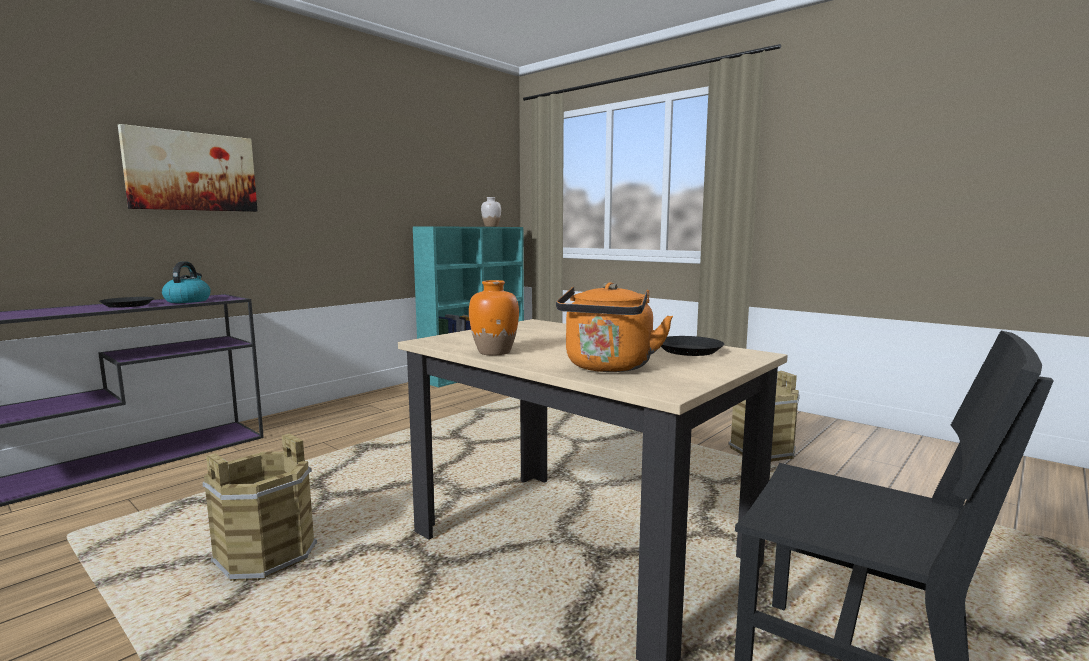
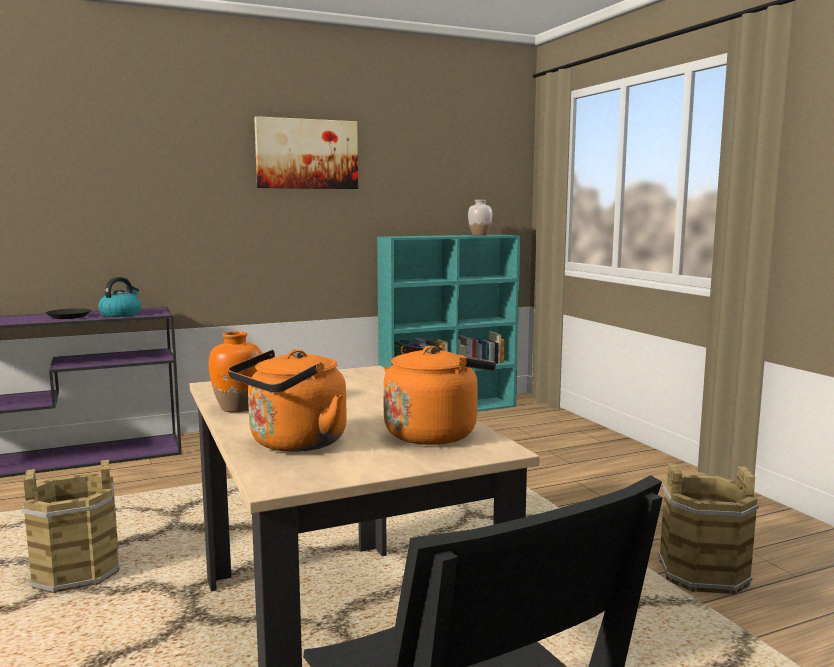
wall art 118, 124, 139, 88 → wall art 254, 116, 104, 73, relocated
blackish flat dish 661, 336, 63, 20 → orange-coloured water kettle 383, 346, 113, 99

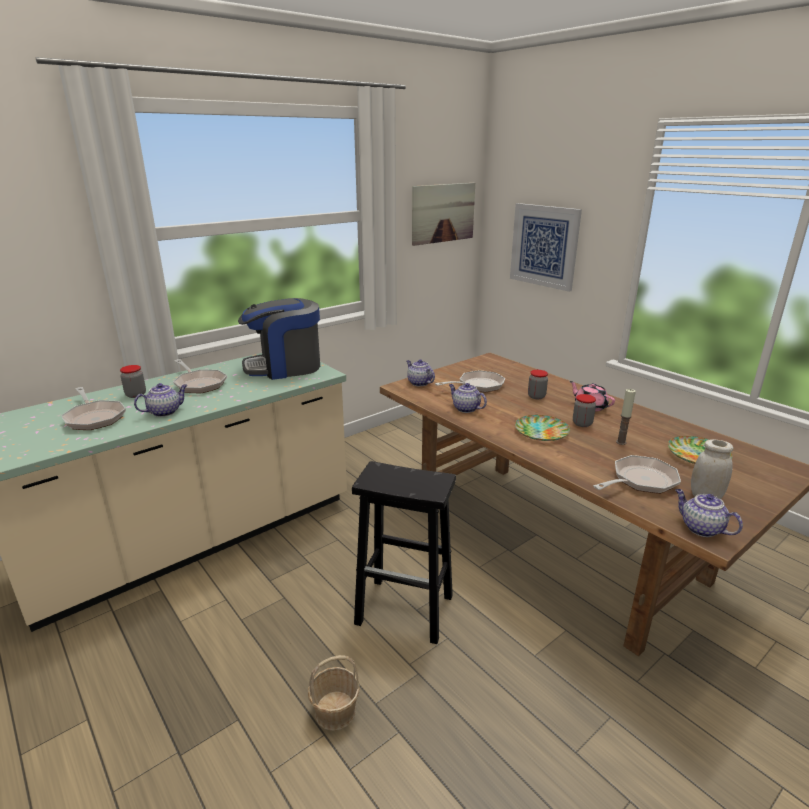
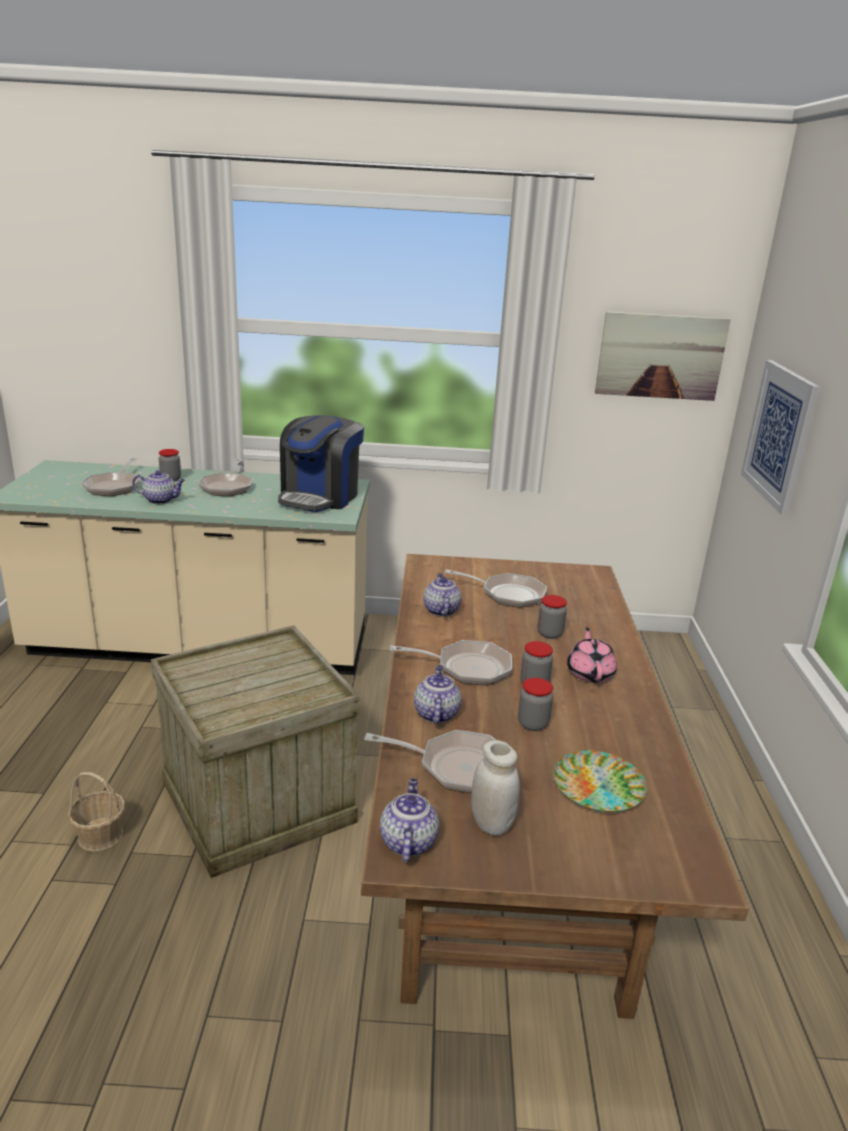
blackish stool seat 352, 461, 104, 183 → shipping crate 151, 626, 209, 252
coffee maker 238, 298, 82, 82 → coffee maker 278, 415, 86, 97, 90 degrees counterclockwise
flat dish 515, 415, 55, 26 → skillet 389, 640, 123, 45
tea pot 407, 359, 28, 27 → tea pot 414, 665, 47, 59, relocated
wax light 616, 389, 20, 56 → jar 518, 678, 35, 53

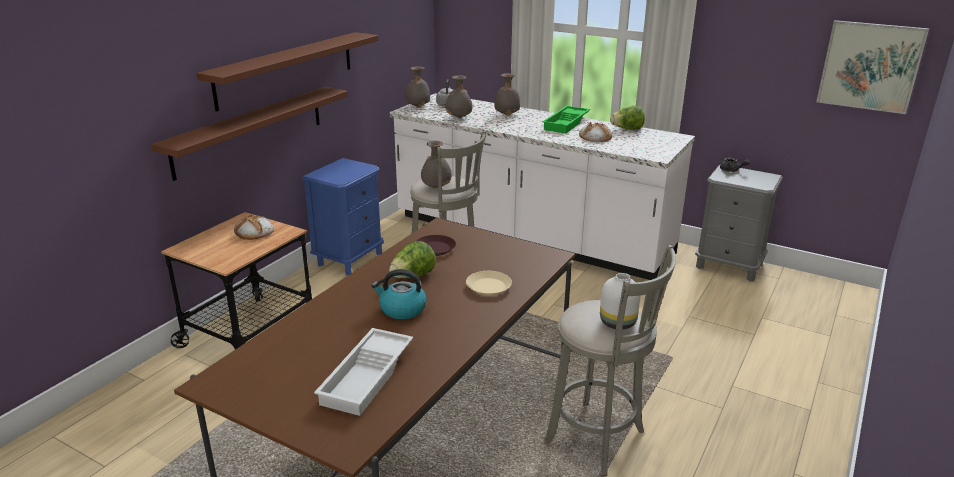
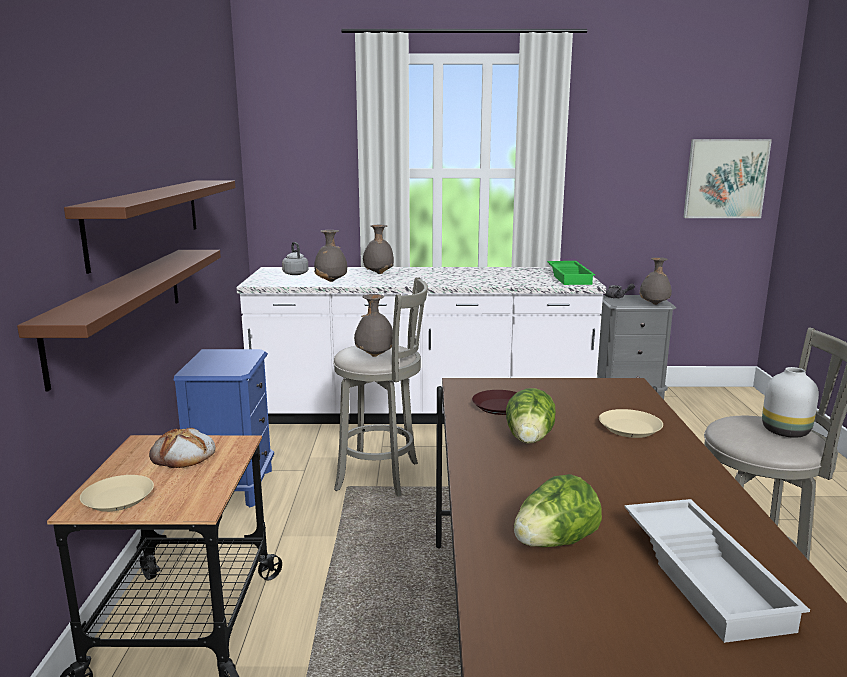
- → beige-coloured flat dish 80, 475, 74, 37
lettuce 610, 106, 35, 24 → lettuce 514, 474, 88, 73, relocated
green-coloured serving tray 542, 106, 48, 28 → green-coloured serving tray 547, 261, 48, 24, relocated
gray vase 405, 66, 25, 42 → gray vase 639, 257, 33, 48, relocated
water kettle 372, 269, 54, 50 → -
baked bread 579, 122, 33, 20 → -

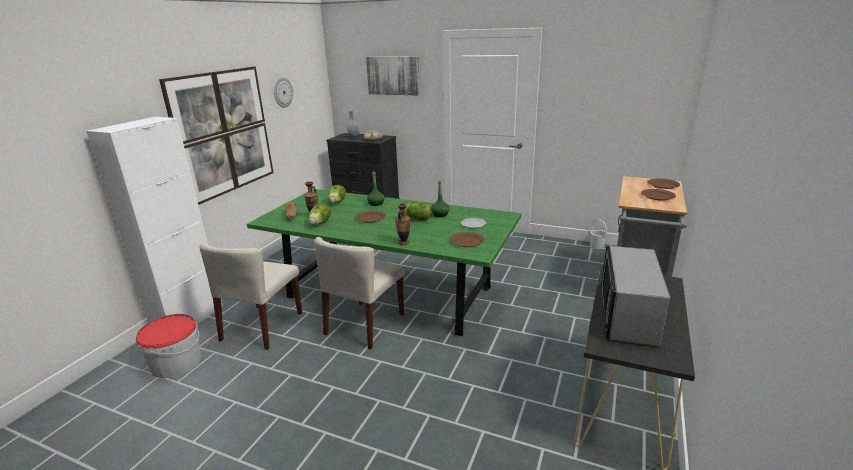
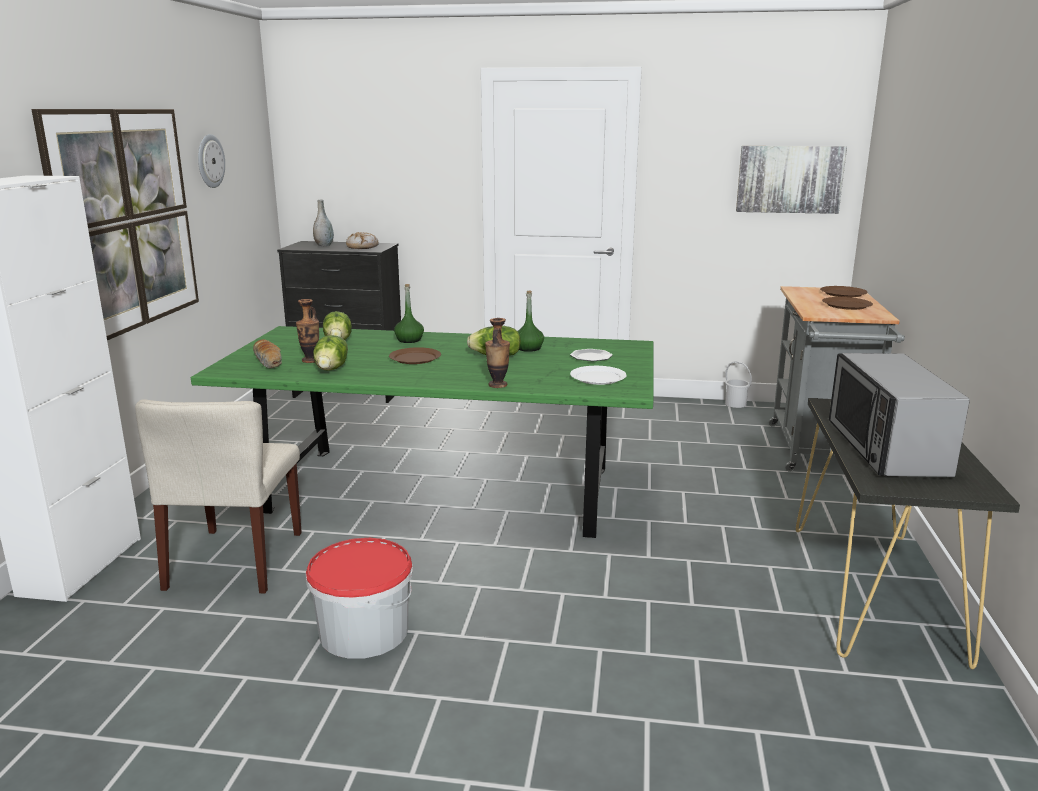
pail 136, 314, 65, 64 → pail 306, 538, 107, 121, relocated
brownish flat dish 450, 232, 35, 15 → whitish flat dish 570, 366, 57, 19
wall art 366, 56, 54, 40 → wall art 736, 146, 111, 68, relocated
beige-coloured chair 314, 237, 91, 112 → -

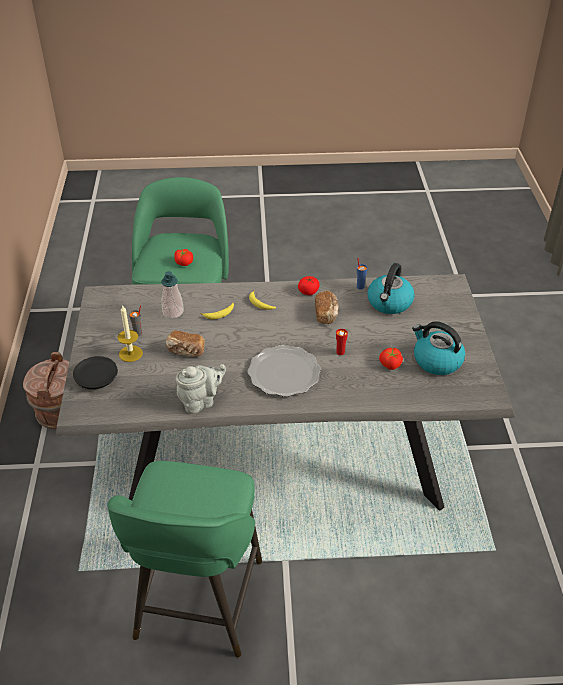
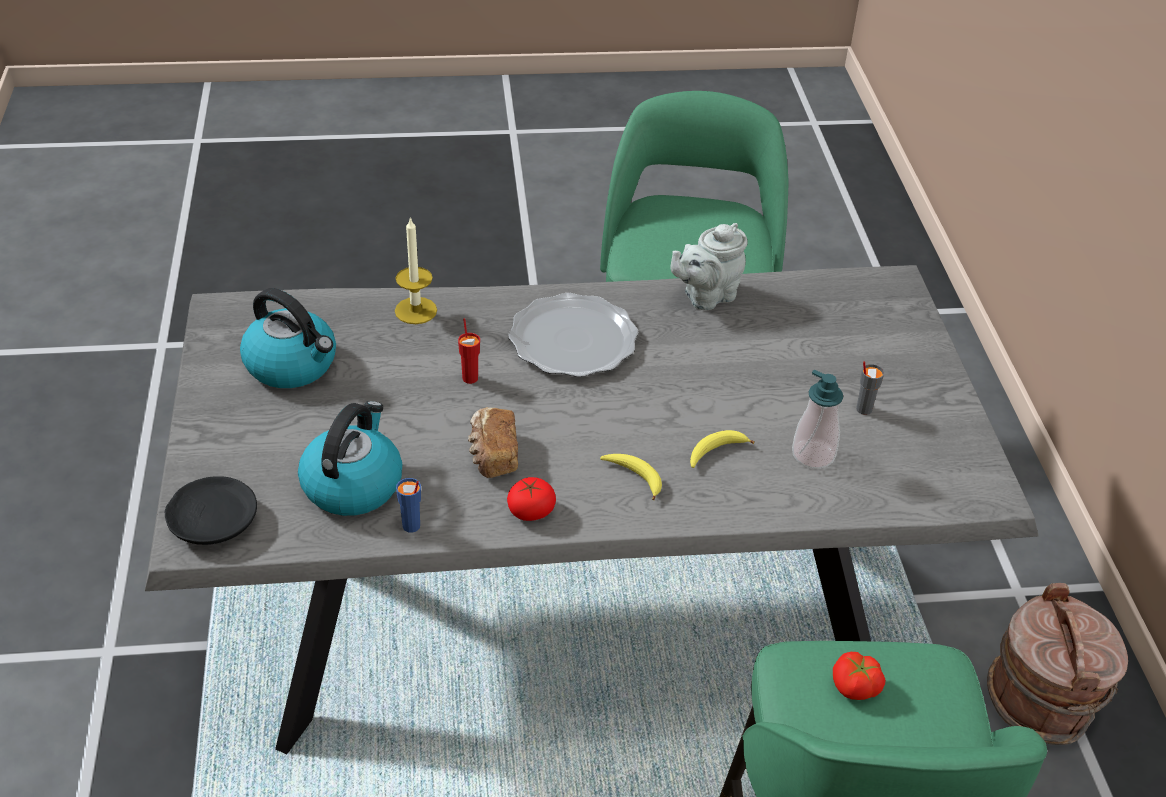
blackish flat dish 73, 356, 45, 33 → blackish flat dish 165, 476, 92, 69, relocated
wax light 118, 305, 25, 57 → wax light 395, 217, 42, 107, relocated
baked bread 166, 330, 39, 27 → -
whole tomato 379, 347, 24, 23 → -

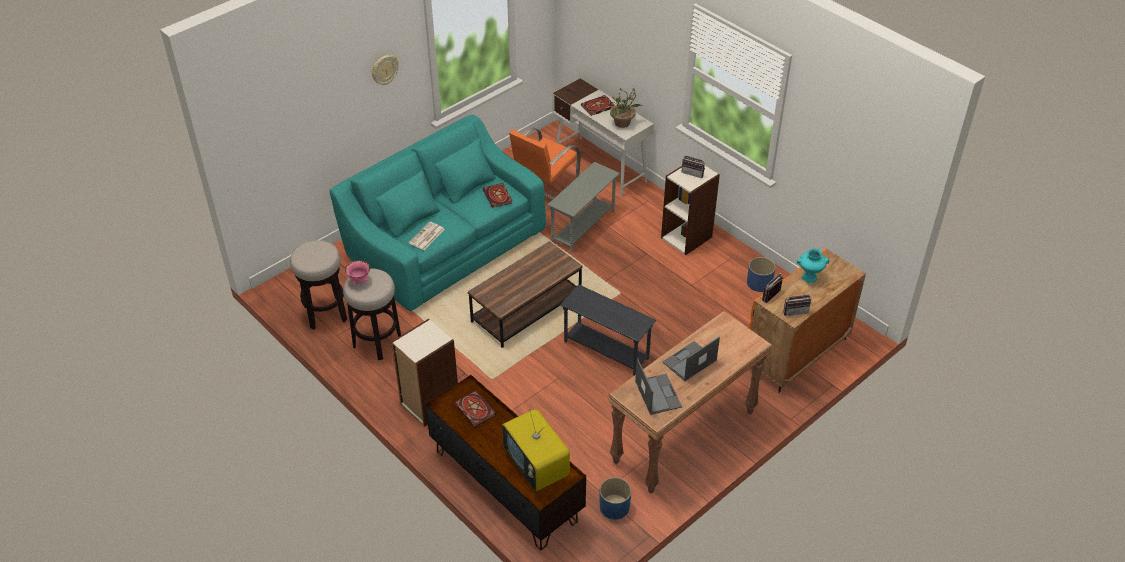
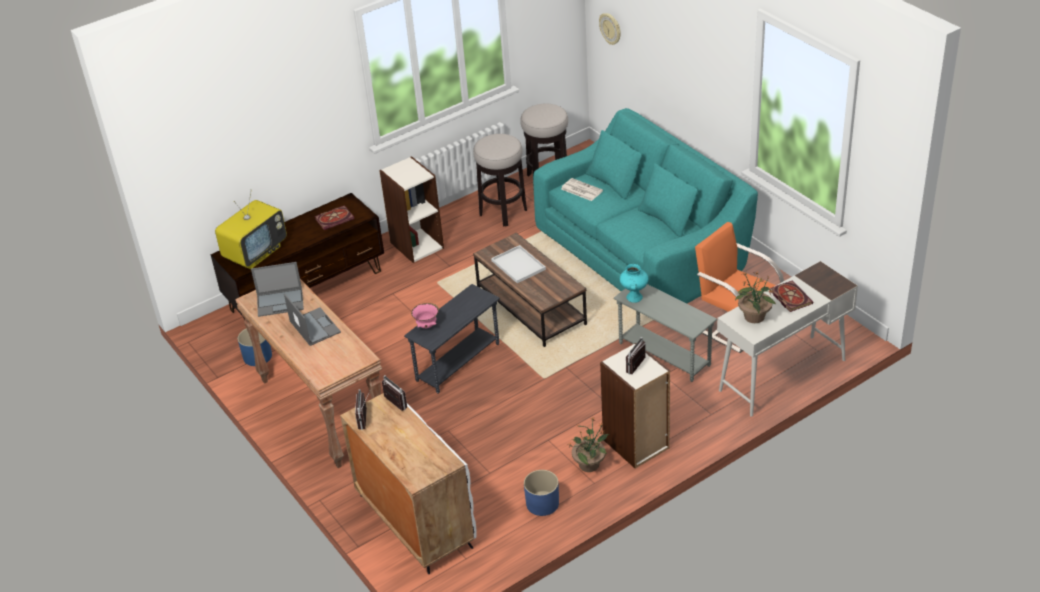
television 502, 409, 68, 82 → television 215, 189, 72, 80, 150 degrees clockwise
orange-coloured cabinet 749, 248, 117, 145 → whitish cabinet 340, 393, 137, 181
pink-coloured deep dish 345, 260, 25, 24 → pink-coloured deep dish 411, 303, 28, 25, relocated
- → whitish serving tray 491, 245, 55, 38
- → potted plant 568, 417, 41, 55
clock on the wall 372, 55, 27, 30 → clock on the wall 599, 13, 22, 32, relocated
blue-green vase 797, 248, 32, 35 → blue-green vase 620, 264, 29, 39, relocated
volume 483, 183, 29, 25 → -

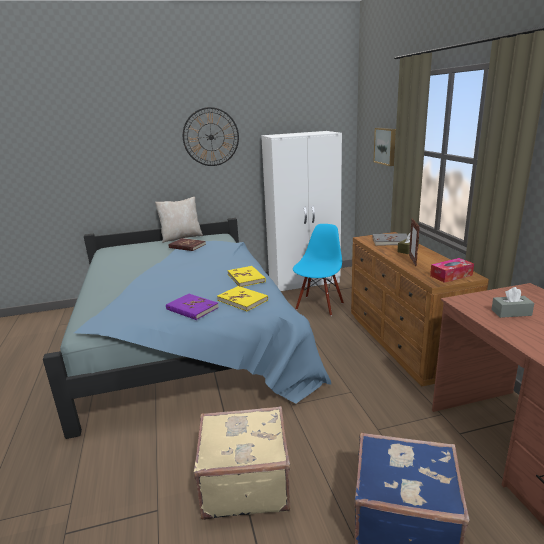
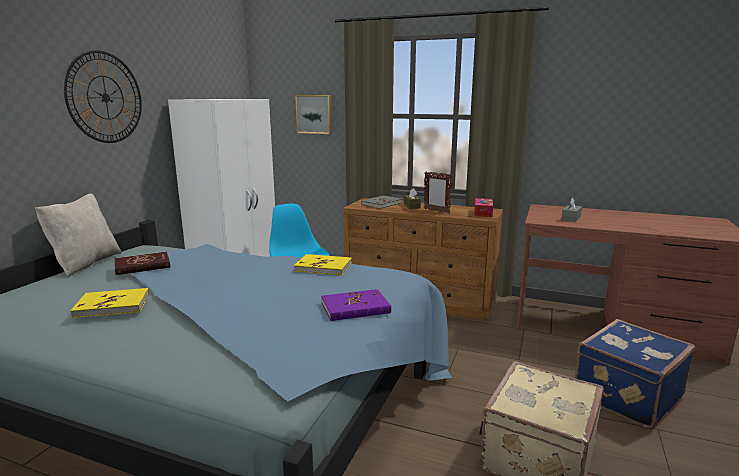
yellowish volume 217, 286, 51, 25 → yellowish volume 70, 288, 79, 30, relocated

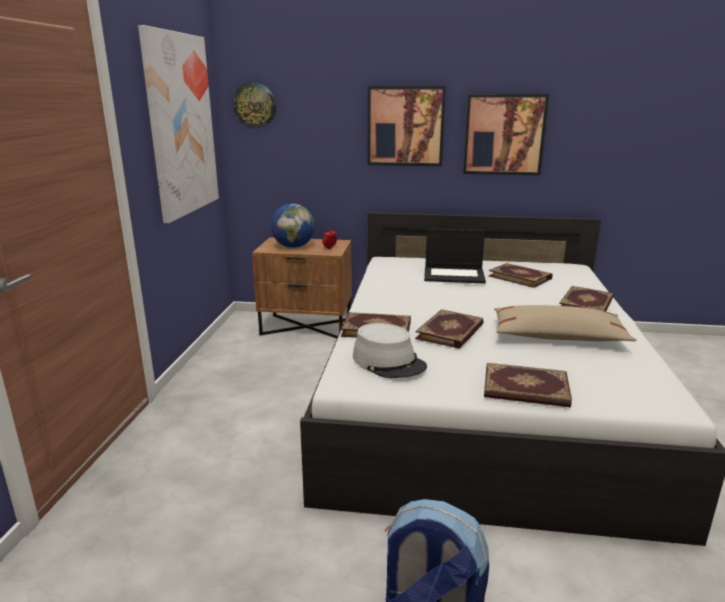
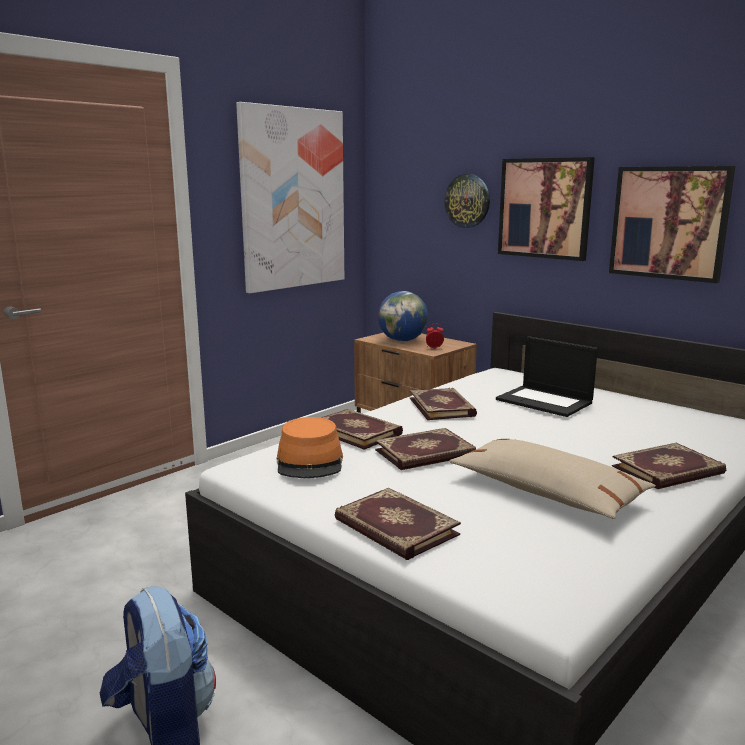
gray clothing hat 353, 323, 74, 55 → orange-coloured clothing hat 276, 417, 67, 61
volume 489, 263, 64, 25 → volume 410, 388, 67, 32, relocated
clock on the wall 233, 82, 43, 47 → clock on the wall 444, 174, 46, 54, relocated

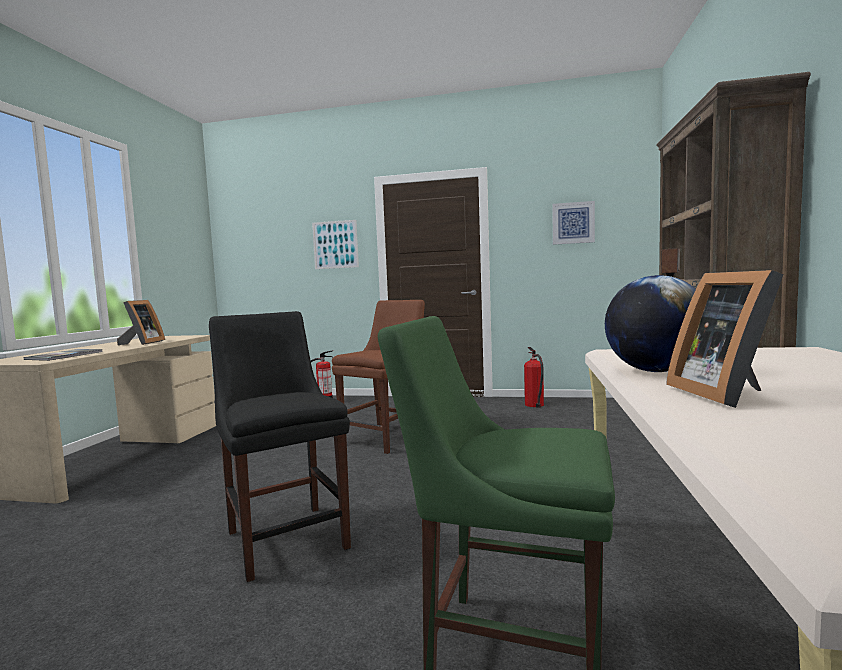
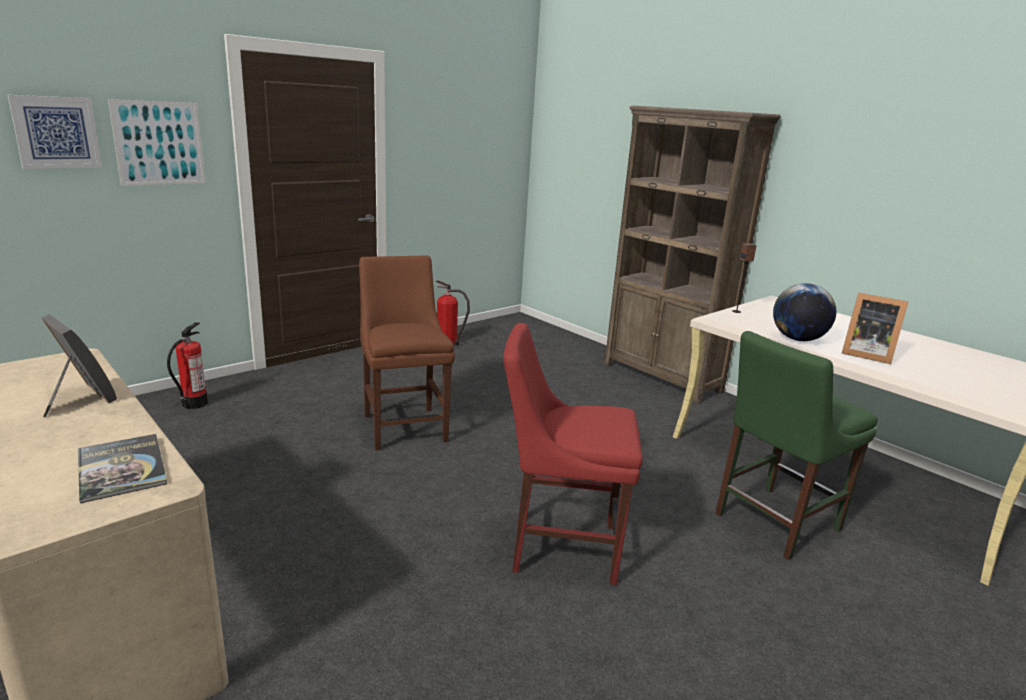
wall art 552, 201, 43, 44 → wall art 8, 95, 94, 74, relocated
blackish chair 209, 311, 142, 271 → red chair 503, 323, 140, 262

